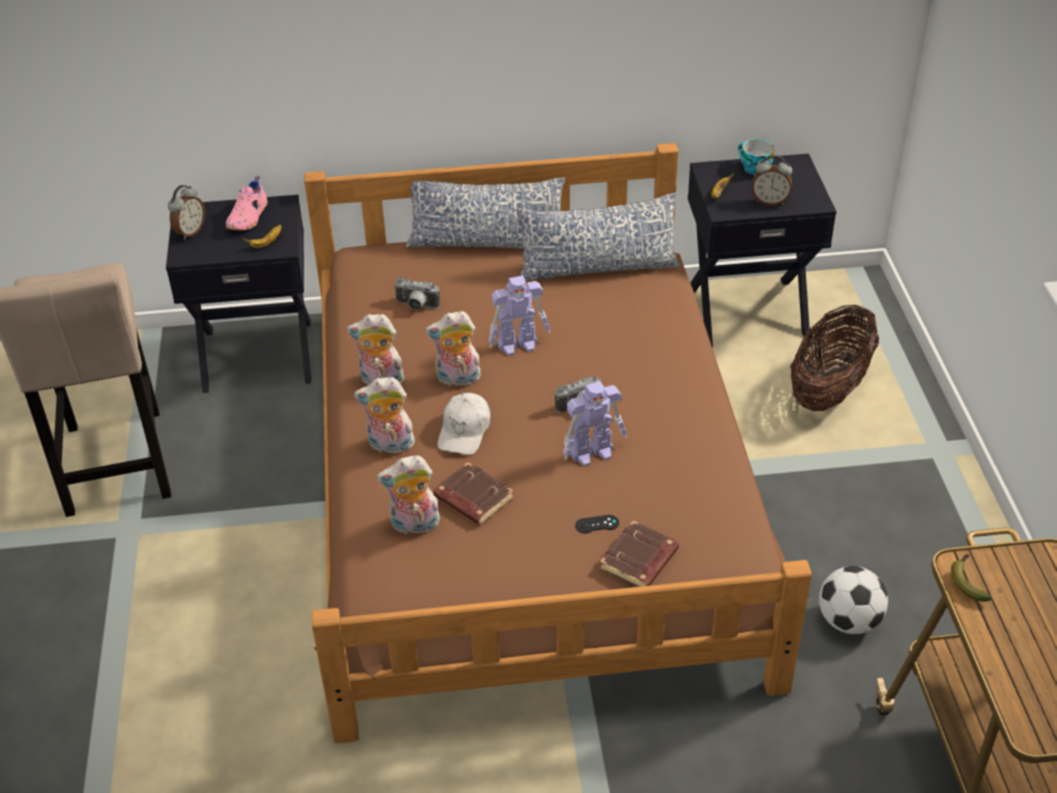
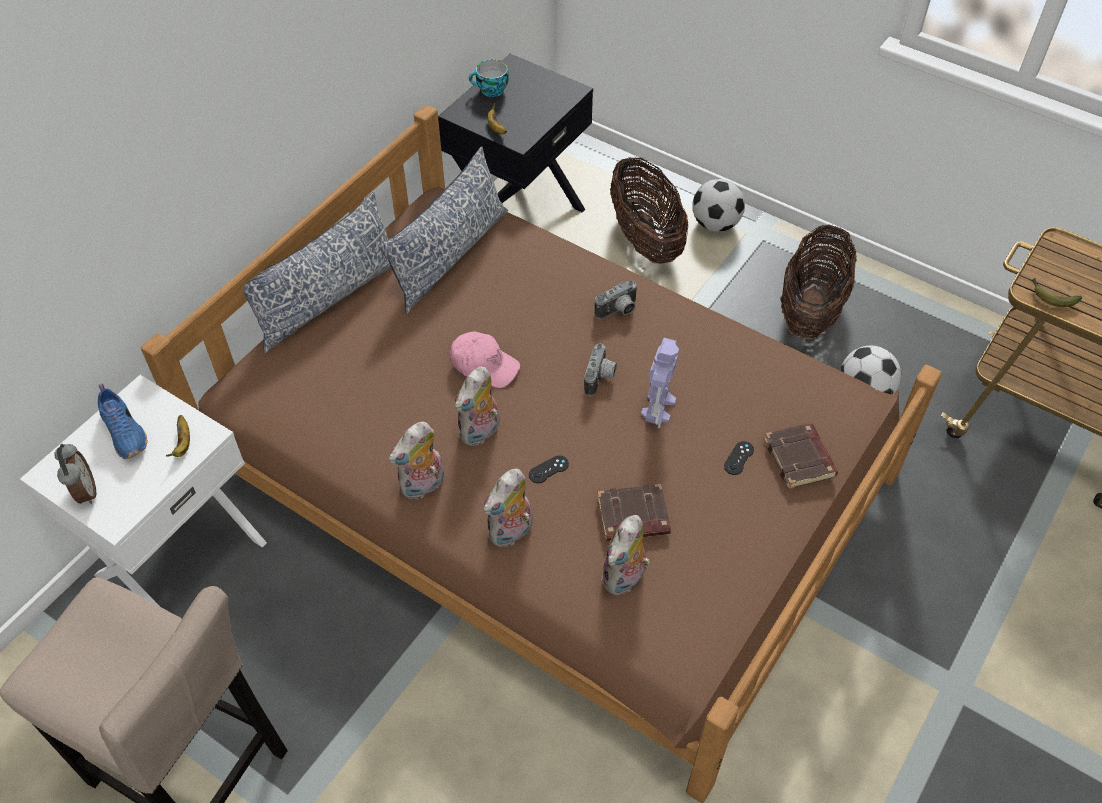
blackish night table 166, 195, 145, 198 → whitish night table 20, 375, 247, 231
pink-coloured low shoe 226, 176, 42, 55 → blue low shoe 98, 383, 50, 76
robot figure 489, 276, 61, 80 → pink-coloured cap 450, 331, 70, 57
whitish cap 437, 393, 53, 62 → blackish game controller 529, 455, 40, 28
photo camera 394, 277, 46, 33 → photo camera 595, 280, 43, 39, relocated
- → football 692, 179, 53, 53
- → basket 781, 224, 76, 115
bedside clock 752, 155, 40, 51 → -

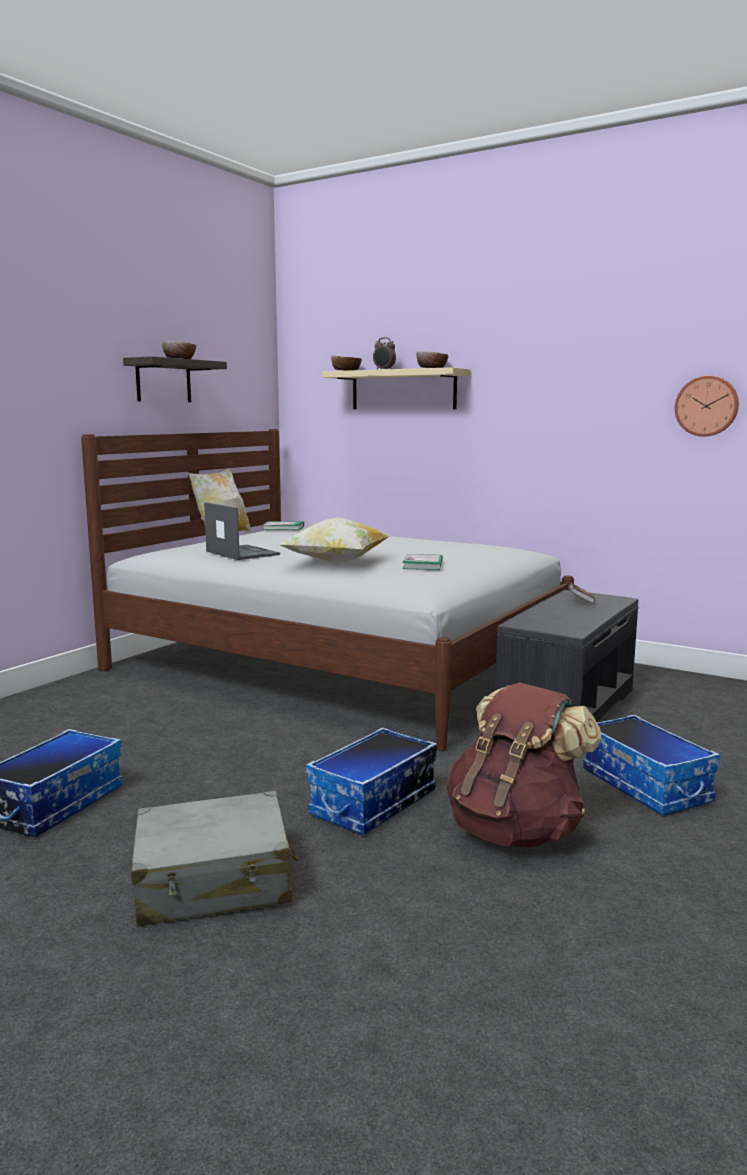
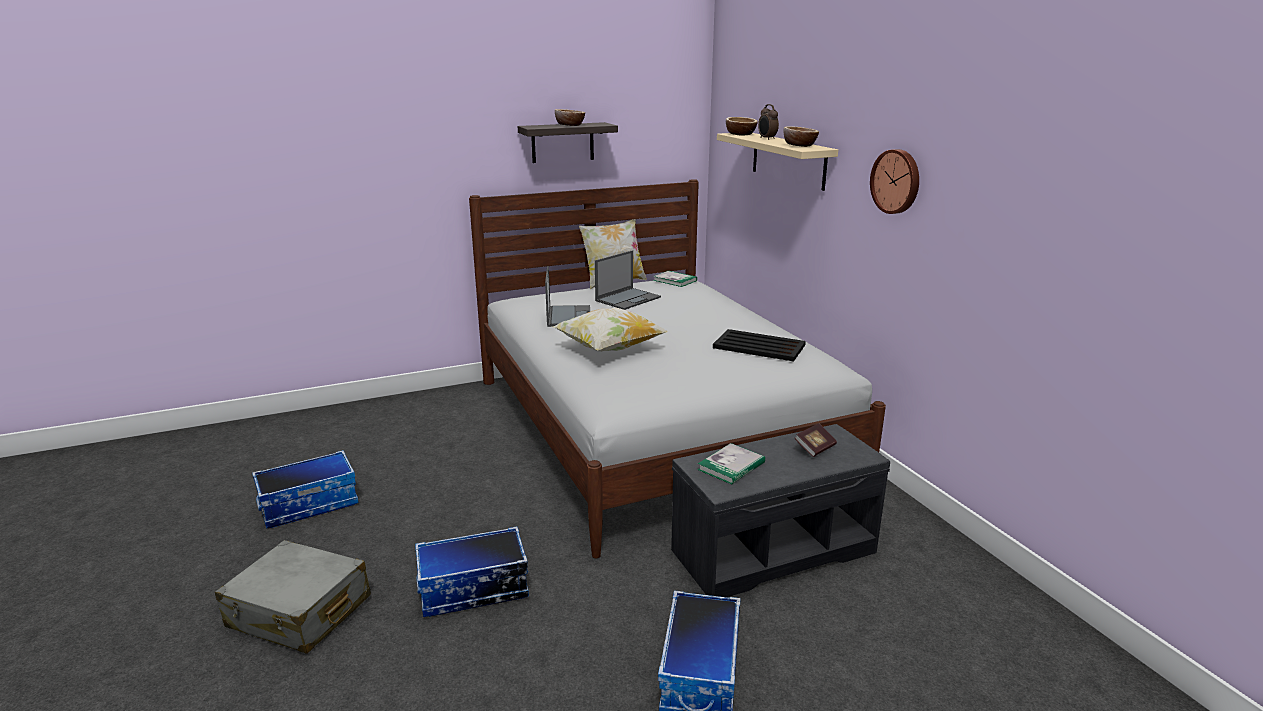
- → notebook computer 595, 250, 66, 60
volume 403, 554, 40, 16 → volume 698, 443, 67, 42, relocated
- → blackish serving tray 713, 329, 93, 32
clock on the wall 675, 376, 64, 60 → clock on the wall 870, 149, 49, 65, relocated
brownish rucksack 447, 683, 154, 165 → -

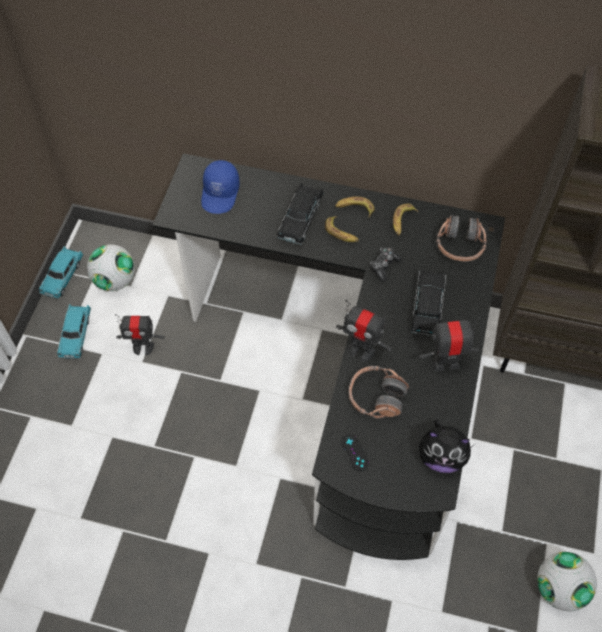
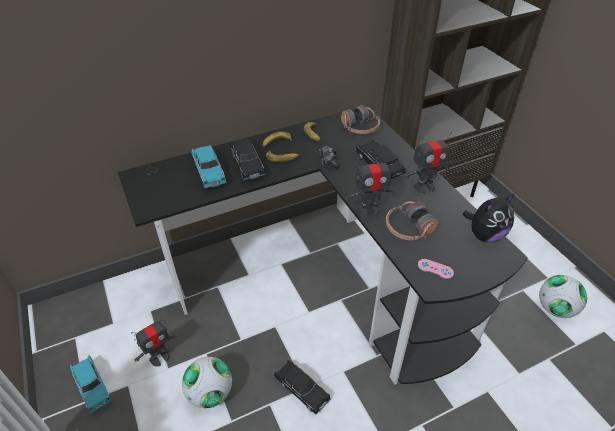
football 87, 244, 48, 47 → football 182, 357, 50, 51, relocated
blue-green model car 39, 246, 45, 53 → blue-green model car 191, 145, 36, 43, relocated
- → blackish model car 274, 360, 57, 55
robot figure 419, 317, 61, 54 → robot figure 404, 132, 48, 62, 150 degrees counterclockwise
blackish game controller 341, 434, 28, 37 → pink-coloured game controller 418, 259, 36, 20
blue cap 201, 160, 39, 54 → -

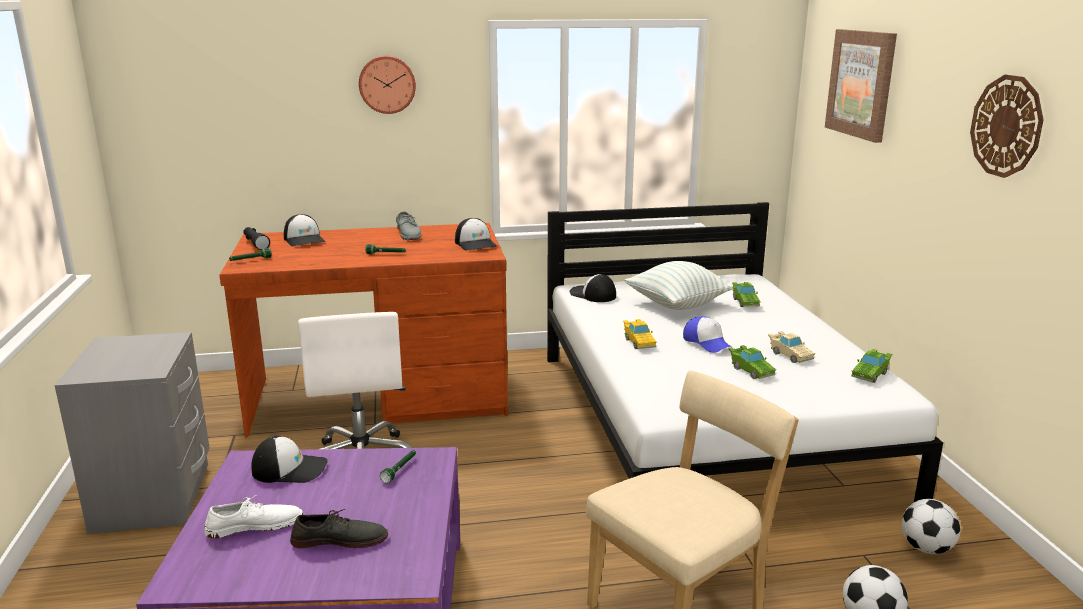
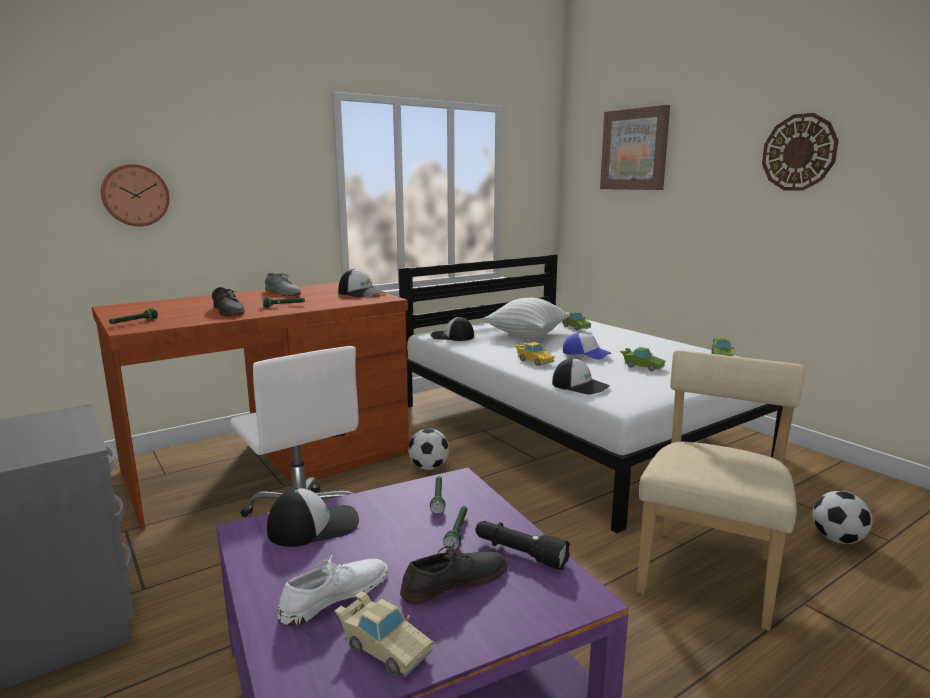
clock on the wall 359, 56, 57, 58 → clock on the wall 101, 164, 68, 62, relocated
- → gray low shoe 212, 287, 33, 29
beige-coloured model car 768, 331, 47, 32 → beige-coloured model car 334, 591, 99, 86, relocated
football 902, 499, 59, 55 → football 408, 429, 41, 41, relocated
- → green-coloured torch 443, 506, 24, 44
blackish torch 244, 227, 26, 23 → blackish torch 475, 521, 95, 49, relocated
cap 284, 214, 41, 32 → cap 552, 358, 58, 37, relocated

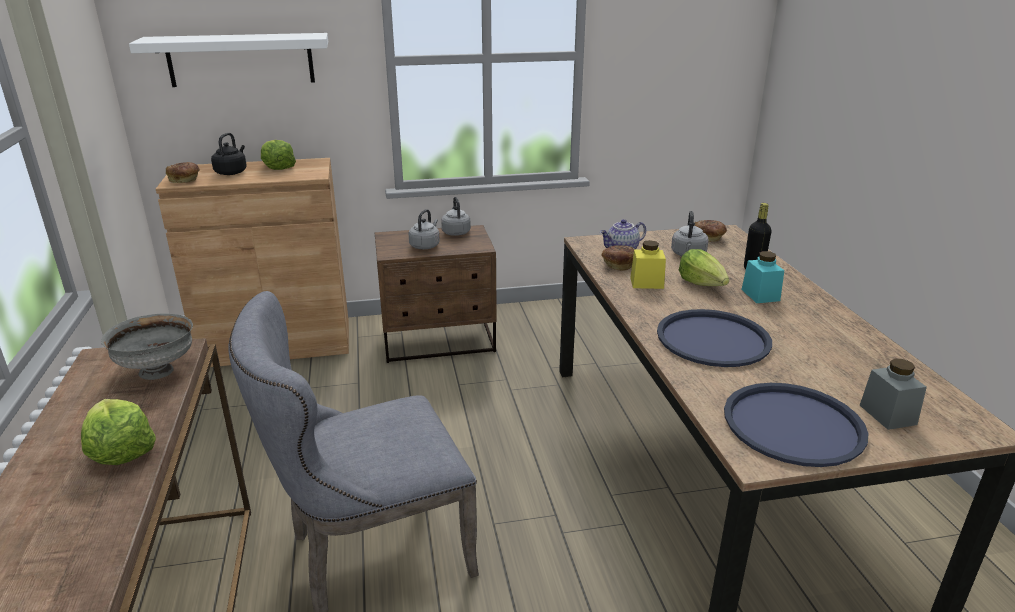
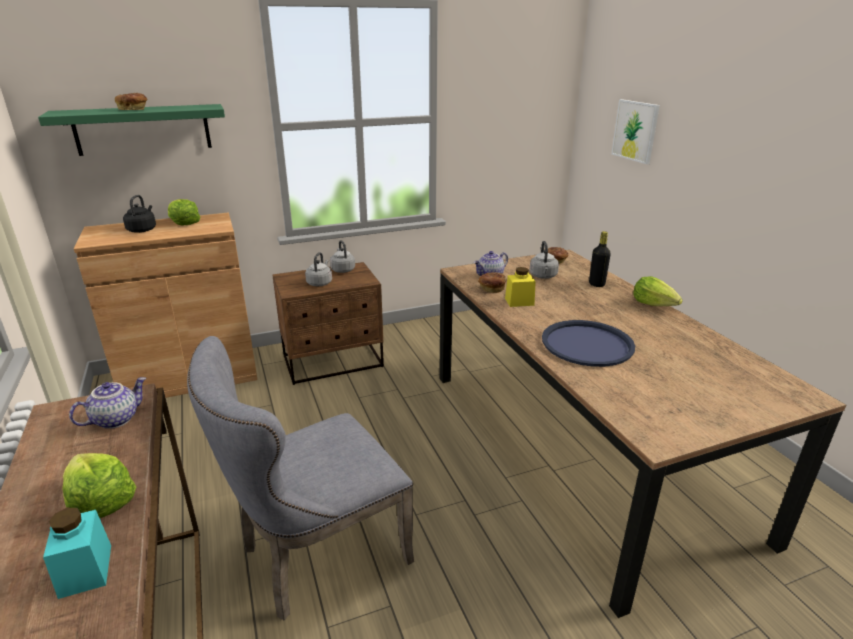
whitish shelf 129, 33, 199, 54 → green-coloured shelf 38, 104, 187, 52
blue-green jar 741, 251, 43, 52 → blue-green jar 43, 508, 68, 91, relocated
gray deep dish 101, 314, 92, 66 → tea pot 69, 377, 77, 52
baked bread 166, 162, 34, 21 → baked bread 115, 93, 33, 17, relocated
- → wall art 611, 99, 49, 65
lettuce 679, 249, 50, 37 → lettuce 633, 276, 50, 30, relocated
blue serving tray 724, 383, 145, 84 → -
gray jar 860, 359, 67, 71 → -

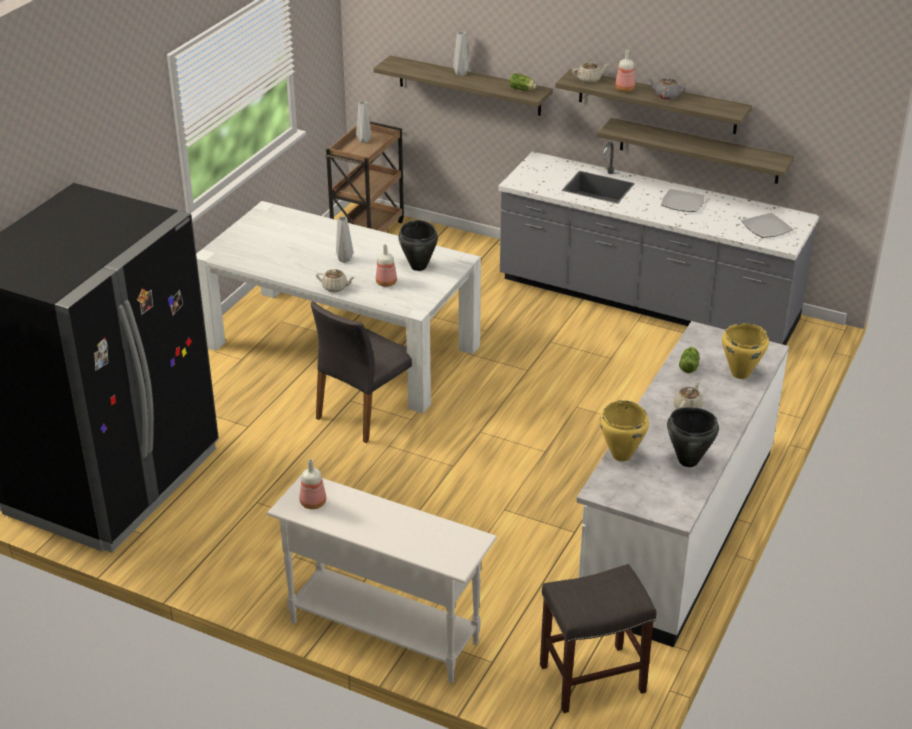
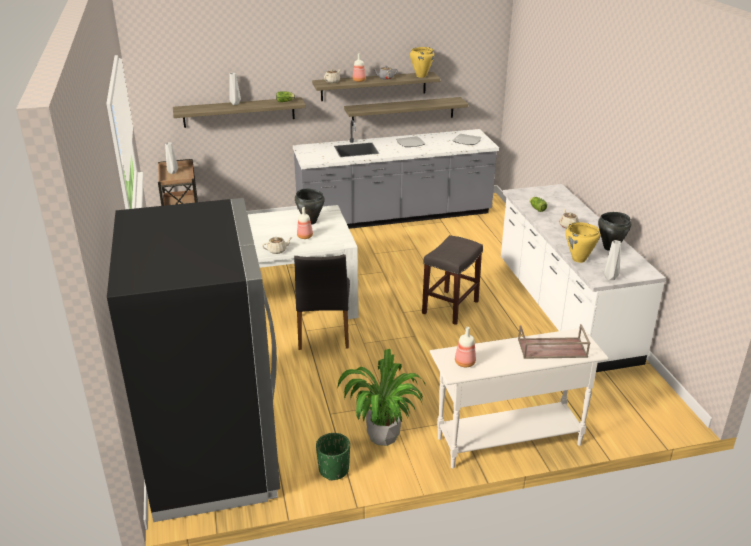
- → green-coloured flower pot 316, 433, 34, 48
- → potted plant 337, 349, 88, 97
yellowish stockpot 722, 323, 47, 56 → yellowish stockpot 410, 47, 24, 31, relocated
gray stool seat 540, 564, 116, 149 → gray stool seat 422, 235, 61, 90, relocated
- → brownish serving tray 518, 324, 72, 35
gray vase 336, 217, 17, 46 → gray vase 604, 240, 17, 40, relocated

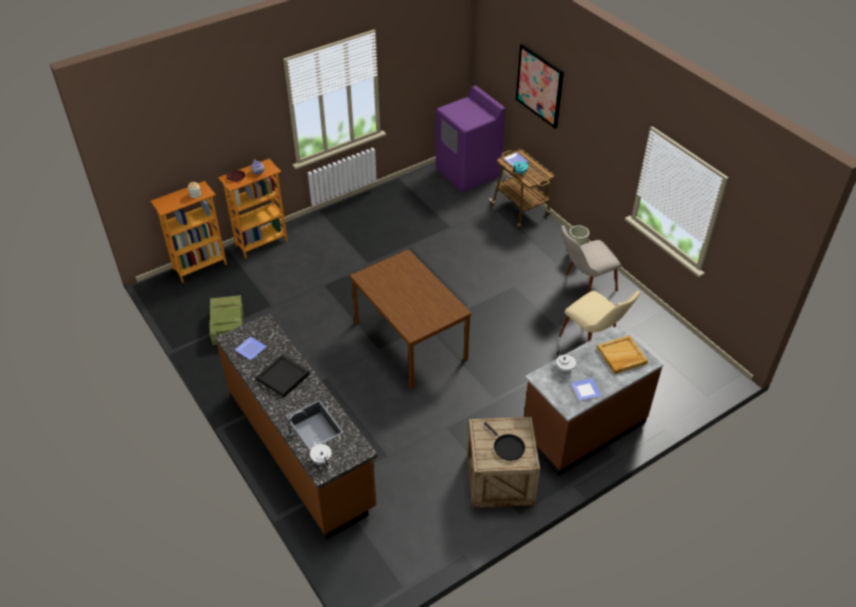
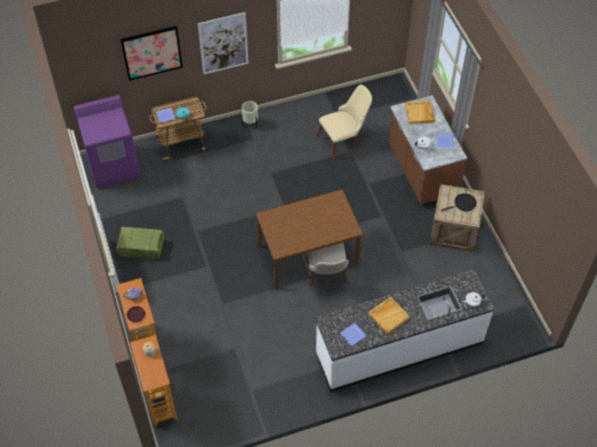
shipping crate 209, 295, 35, 50 → shipping crate 116, 227, 48, 33, relocated
- → wall art 198, 12, 51, 62
beige-coloured chair 561, 225, 60, 68 → beige-coloured chair 306, 243, 43, 44, relocated
brownish kitchen base unit 215, 313, 162, 227 → whitish kitchen base unit 315, 270, 180, 122
blackish serving tray 256, 355, 54, 42 → beige-coloured serving tray 368, 297, 42, 38

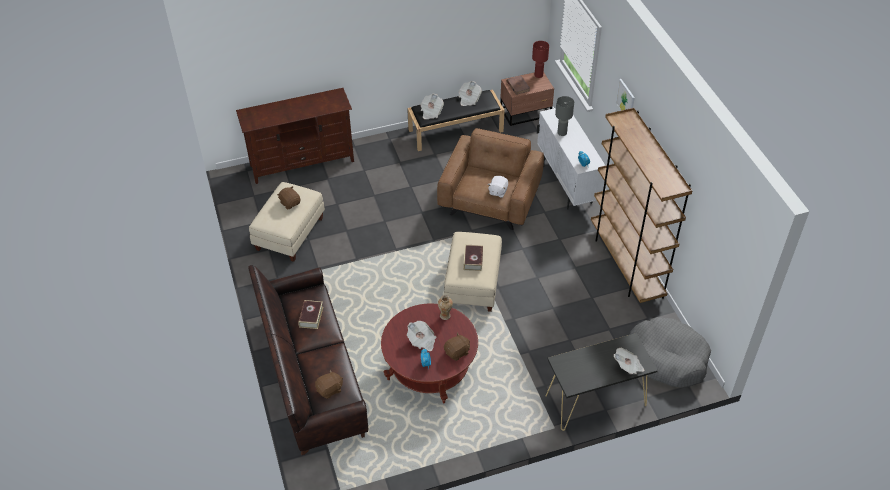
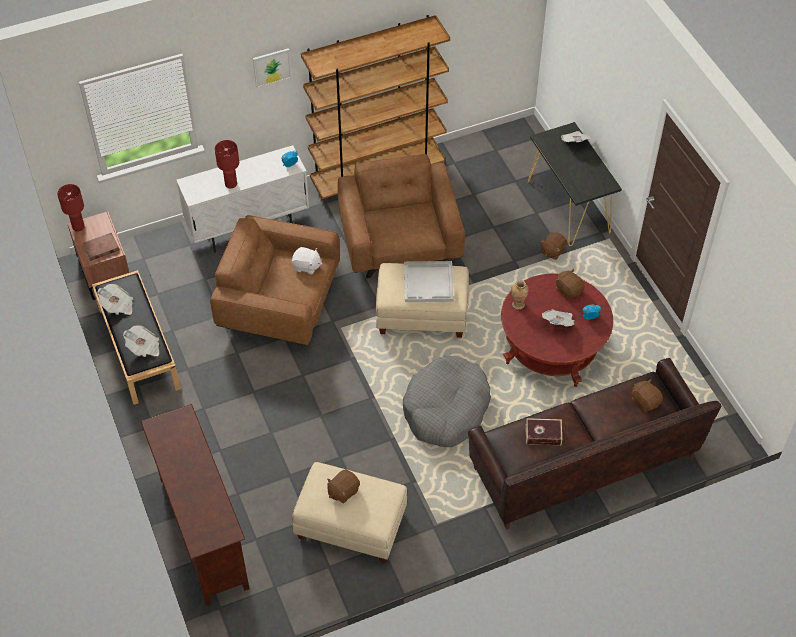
gray lamp for a table 555, 96, 19, 40 → red lamp for a table 215, 140, 24, 49
- → brownish easy chair 337, 154, 128, 124
gray pet bed 630, 317, 81, 71 → gray pet bed 403, 356, 88, 91, relocated
volume 464, 245, 19, 26 → whitish serving tray 404, 261, 50, 41
- → brownish plush toy 541, 232, 26, 28

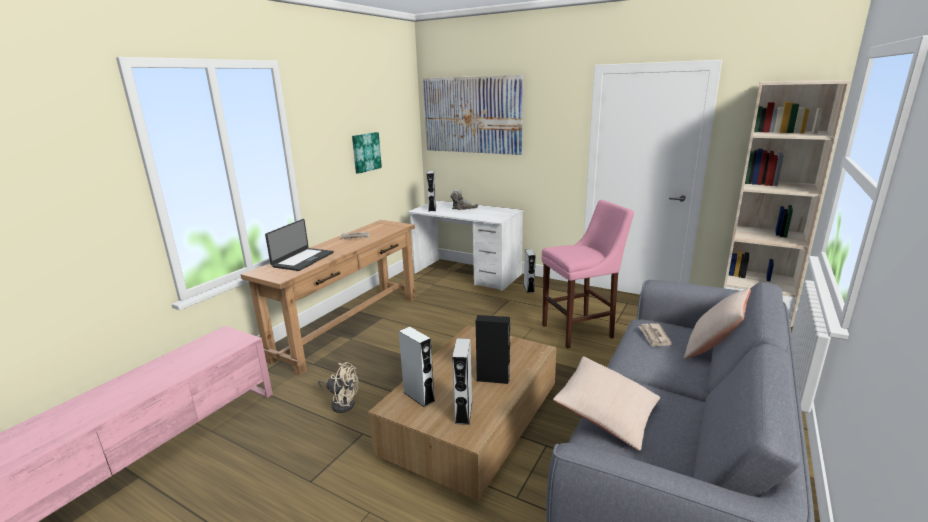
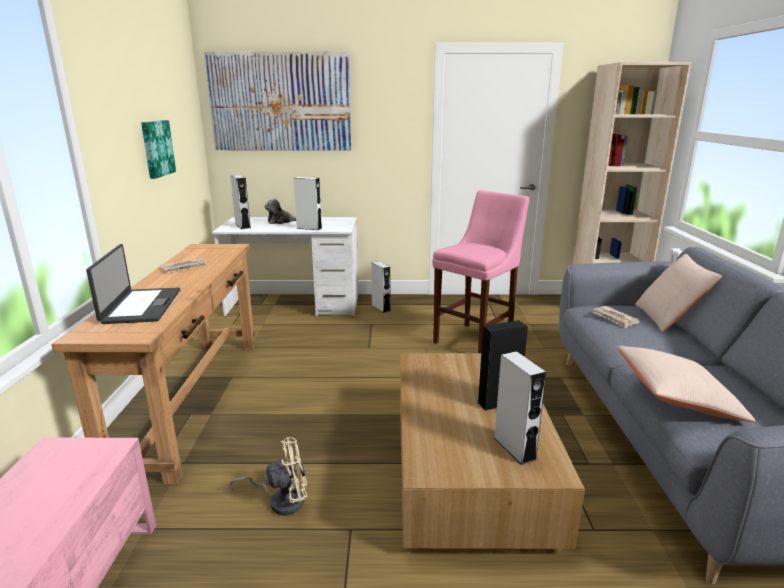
whitish loudspeaker 399, 326, 36, 81 → whitish loudspeaker 293, 177, 29, 53, relocated

